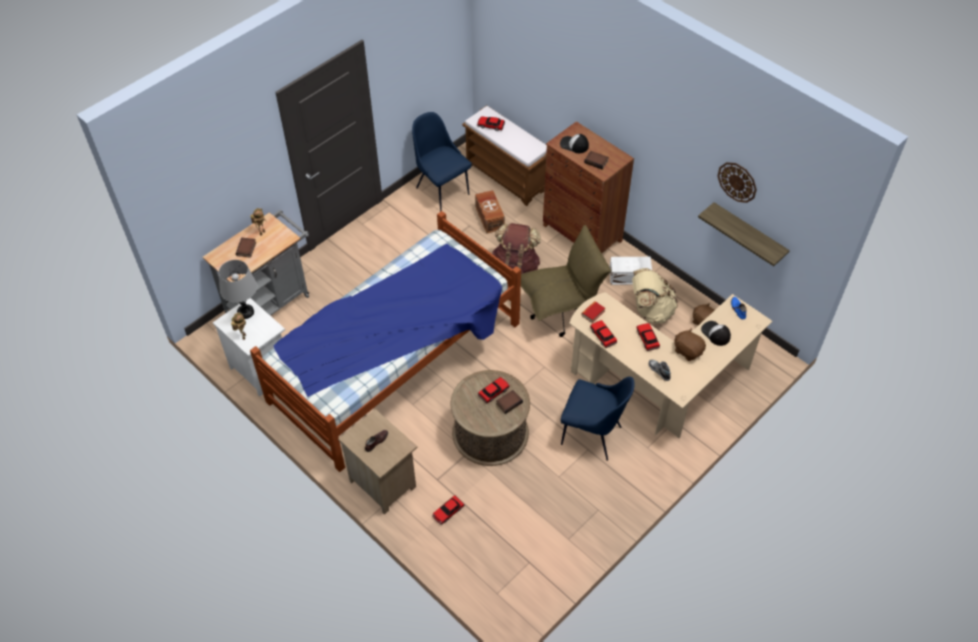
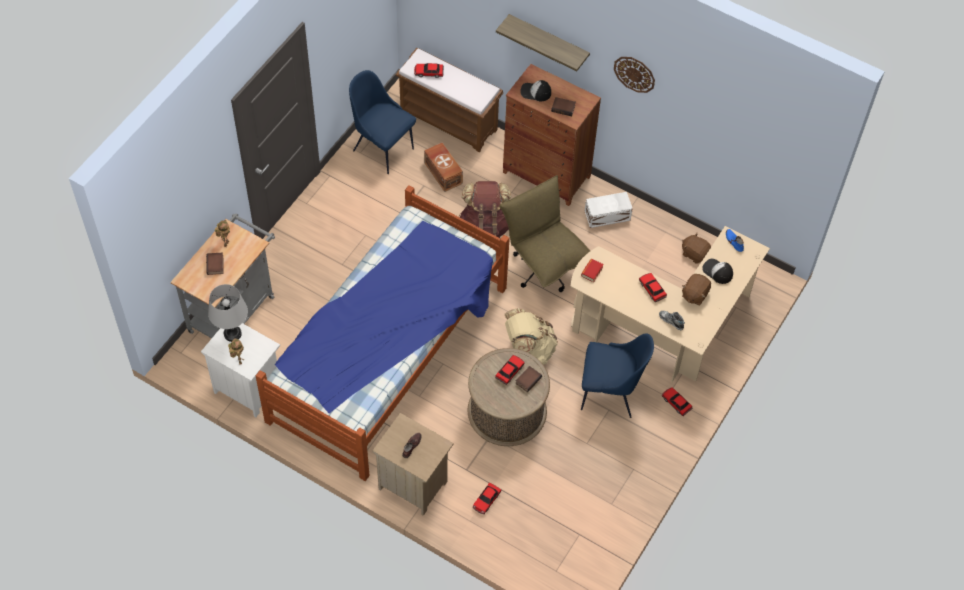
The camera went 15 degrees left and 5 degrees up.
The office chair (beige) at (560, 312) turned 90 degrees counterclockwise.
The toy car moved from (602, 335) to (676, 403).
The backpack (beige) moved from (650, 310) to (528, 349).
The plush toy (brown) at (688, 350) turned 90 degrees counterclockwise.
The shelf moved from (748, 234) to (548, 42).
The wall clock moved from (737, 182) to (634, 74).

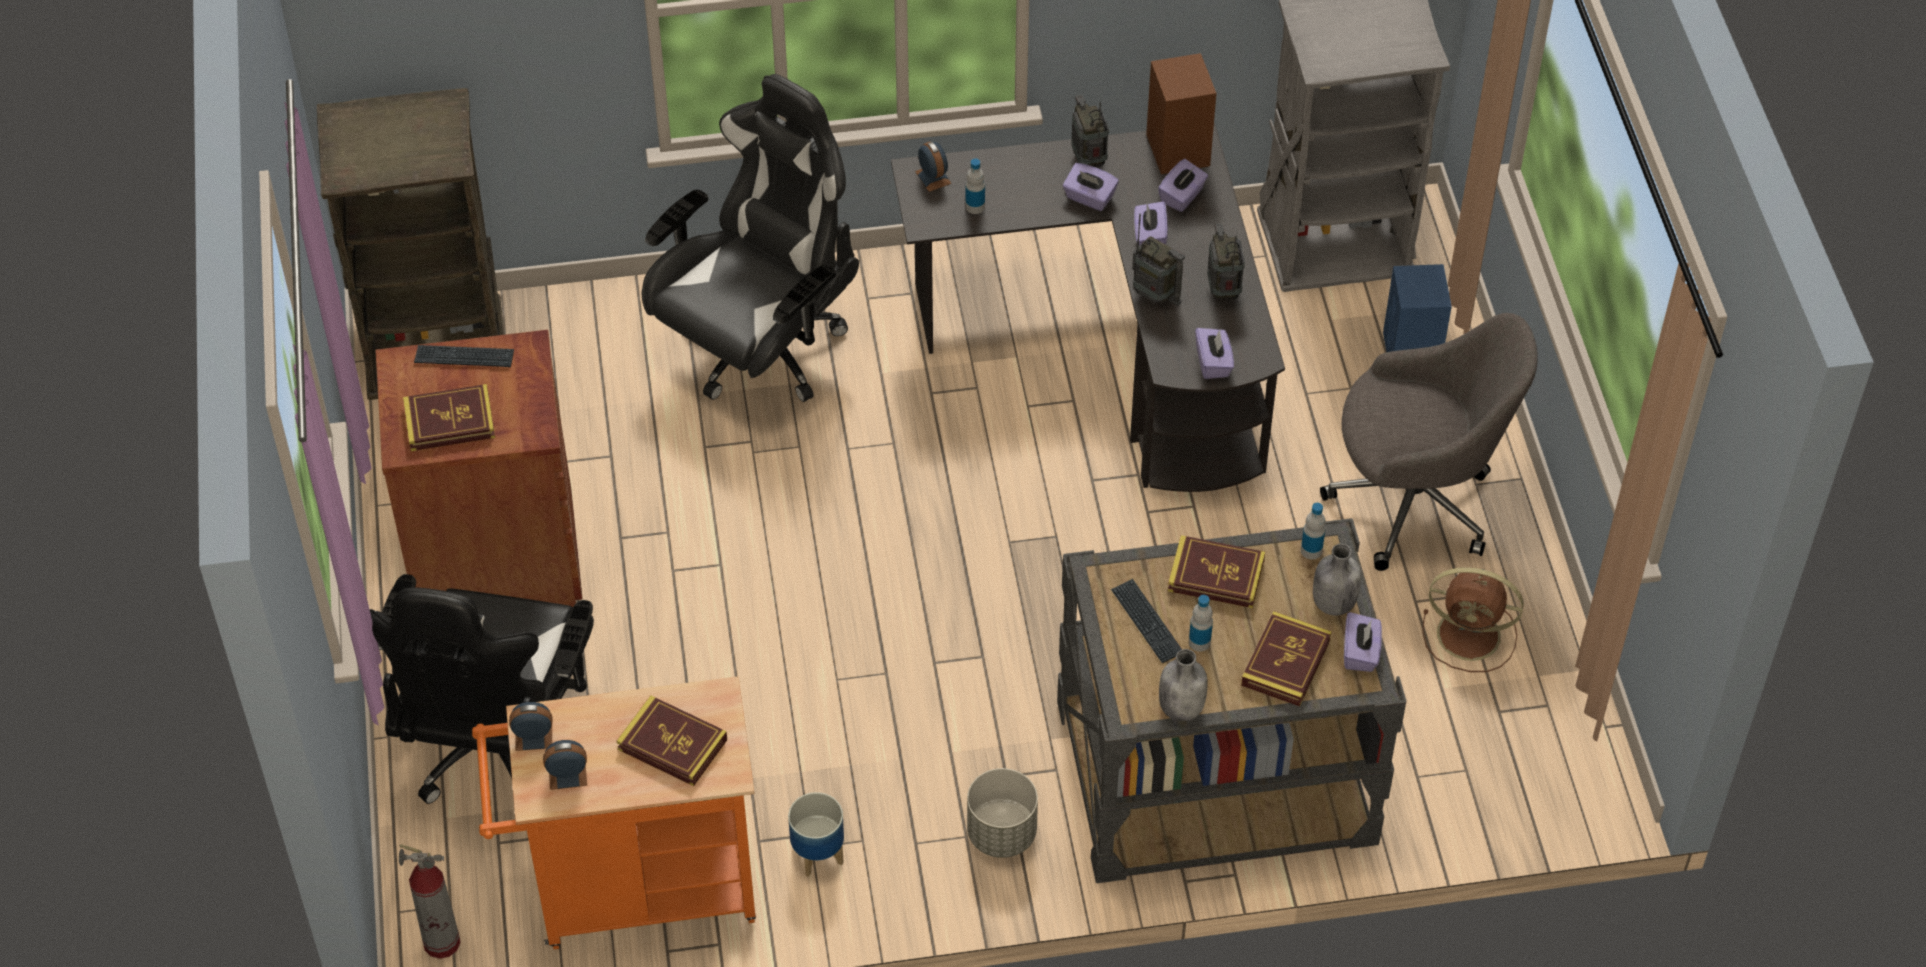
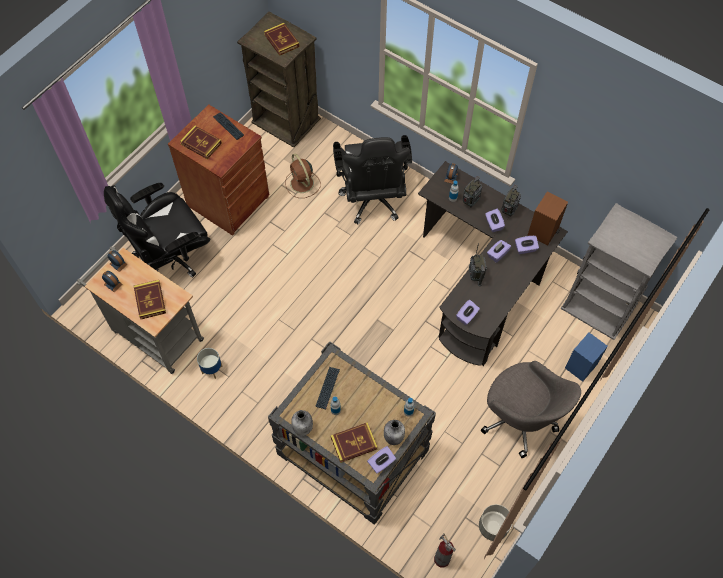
The camera went 45 degrees right and 10 degrees up.
The fire extinguisher moved from (442, 942) to (442, 559).
The cart (orange) at (632, 889) became the cart (grey) at (153, 333).
The office chair (black) at (757, 355) turned 90 degrees clockwise.
The planter (grey) moved from (1001, 833) to (493, 526).
The book moved from (1216, 575) to (281, 41).
The radio moved from (1223, 291) to (470, 202).
The fan (brown) moved from (1471, 636) to (302, 184).

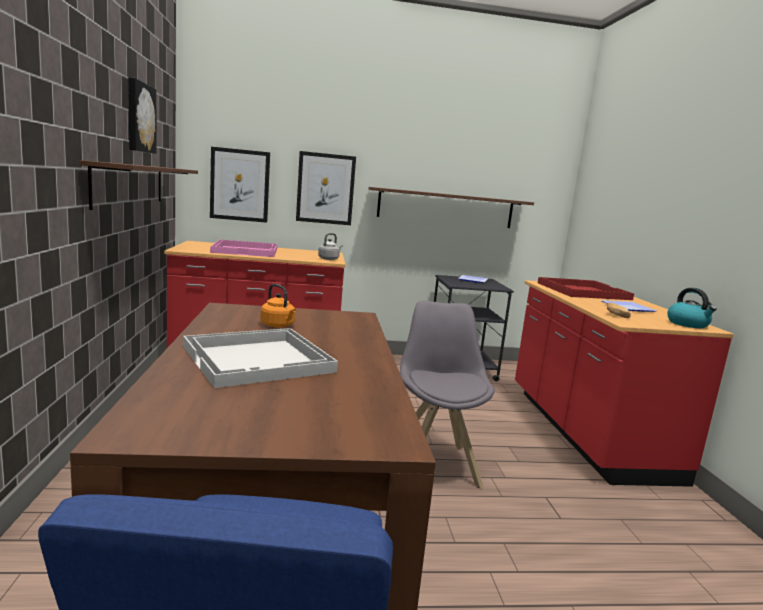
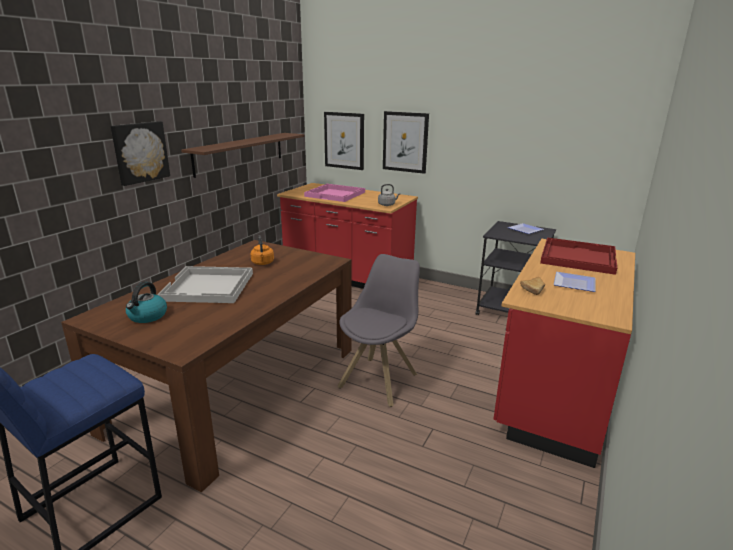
The camera went 35 degrees right and 10 degrees up.
The picture moved from (139, 117) to (140, 152).
The shelf (brown) at (445, 208) disappeared.
The kettle moved from (688, 324) to (147, 316).

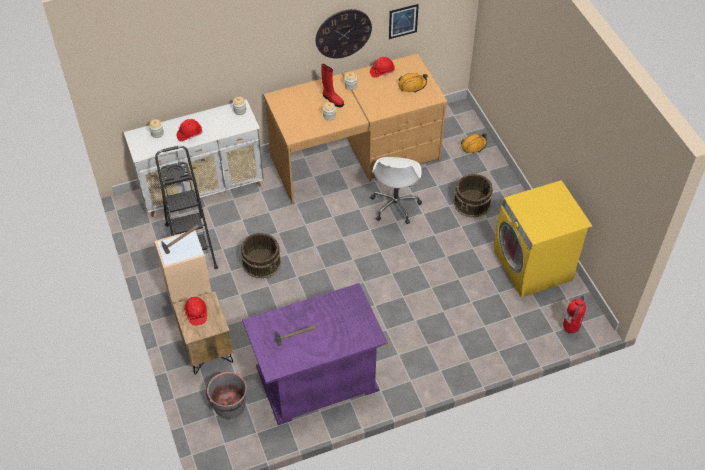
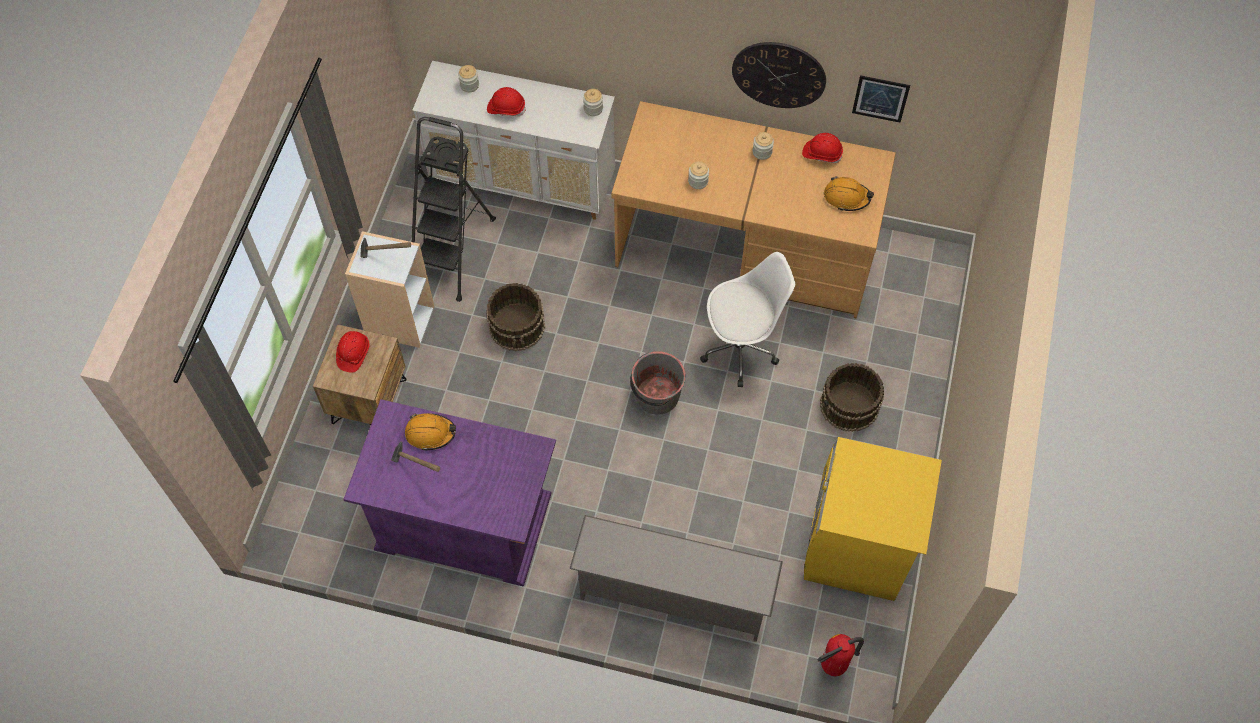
The camera went 35 degrees right and 10 degrees up.
The bucket (grey) moved from (229, 406) to (656, 396).
The boot (red) at (332, 99) disappeared.
The office chair (white) at (395, 207) turned 150 degrees counterclockwise.
The hard hat (orange) moved from (473, 145) to (430, 433).
The shoe rack (grey) at (672, 596) appeared.

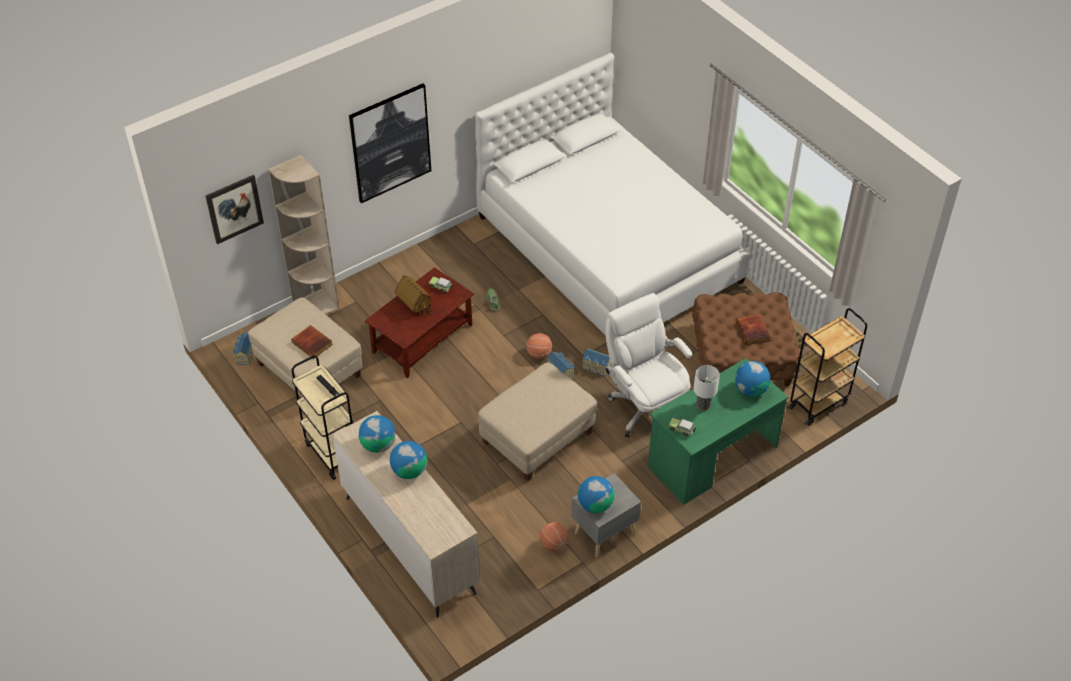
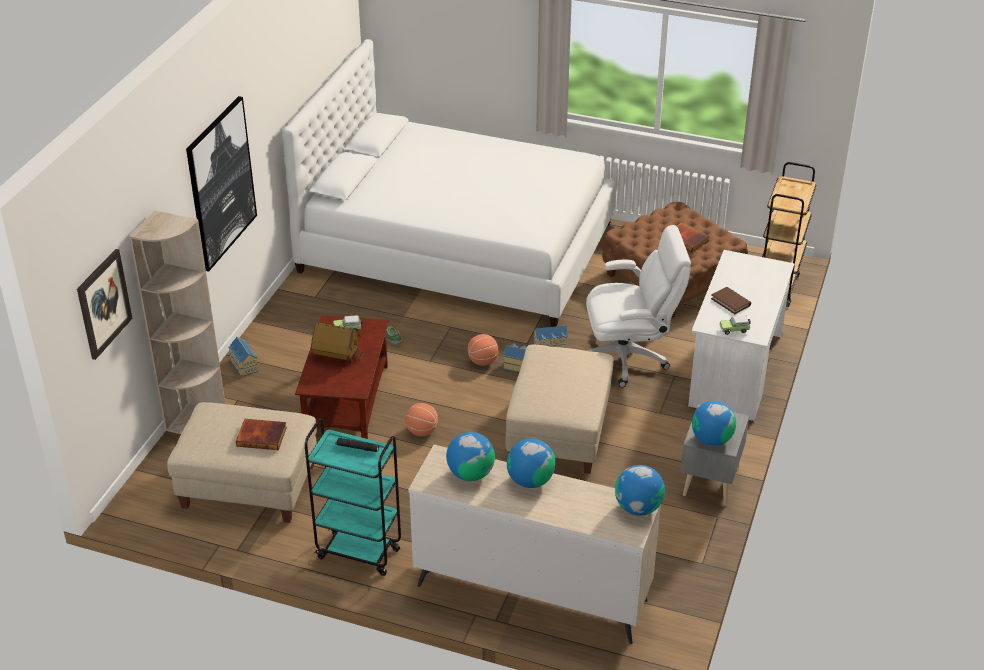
The camera went 35 degrees left and 10 degrees down.
The toy house moved from (244, 354) to (243, 365).
The cart (beige) at (331, 455) became the cart (turquoise) at (357, 554).
The basketball moved from (554, 544) to (422, 431).
The office chair (white) at (644, 405) turned 150 degrees clockwise.
The desk (green) at (712, 457) became the desk (white) at (735, 370).
The table lamp at (703, 405) was replaced by the book (brown) at (730, 302).
The globe moved from (750, 389) to (638, 507).

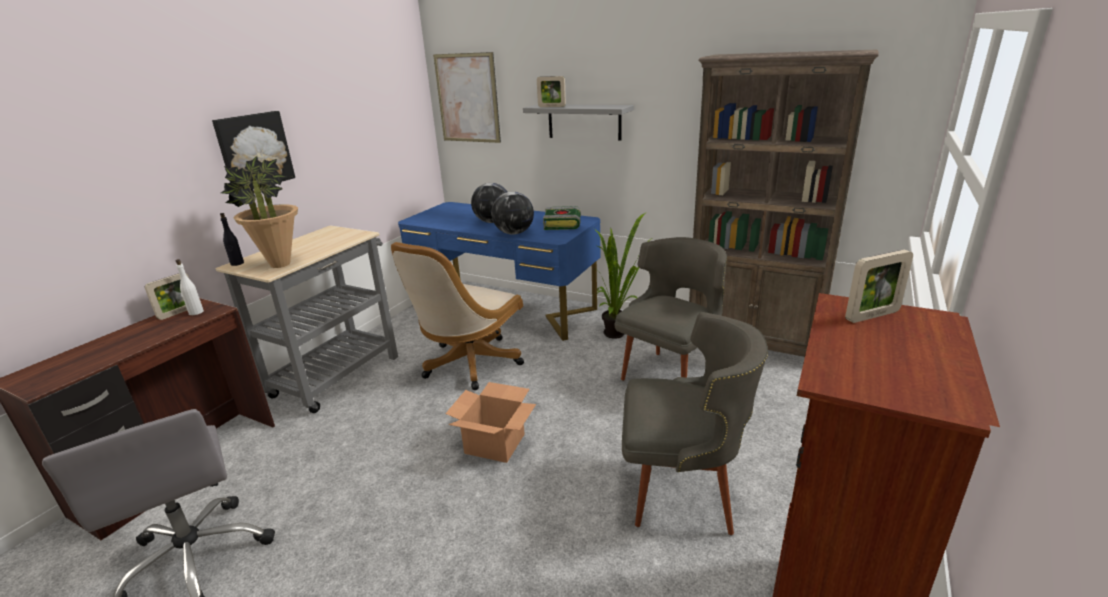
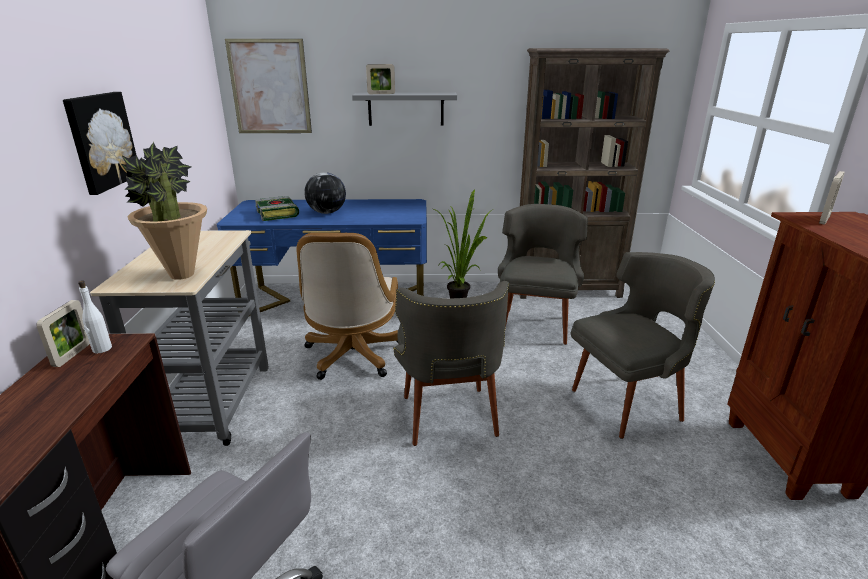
The camera went 30 degrees left and 0 degrees up.
The bottle (black) at (237, 263) disappeared.
The cardboard box at (494, 444) was replaced by the chair (grey) at (449, 415).
The globe at (514, 233) disappeared.
The book moved from (563, 224) to (278, 214).

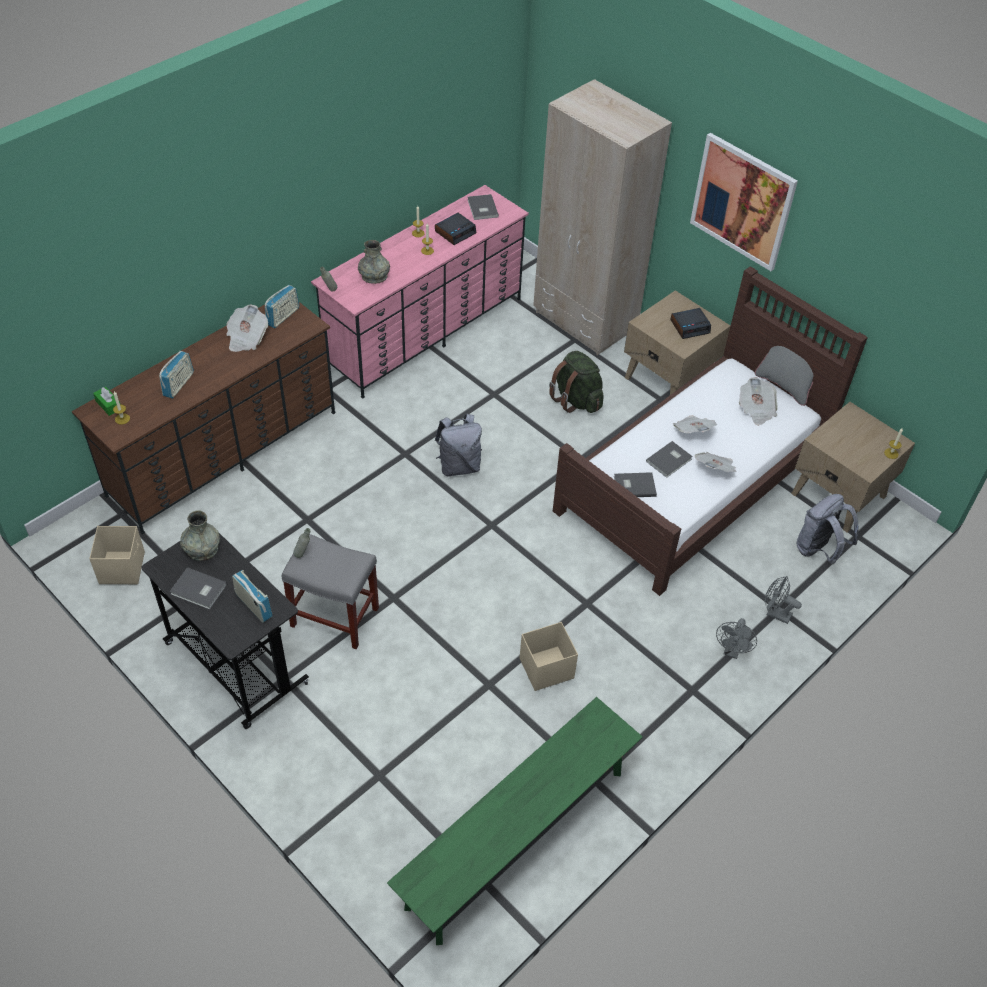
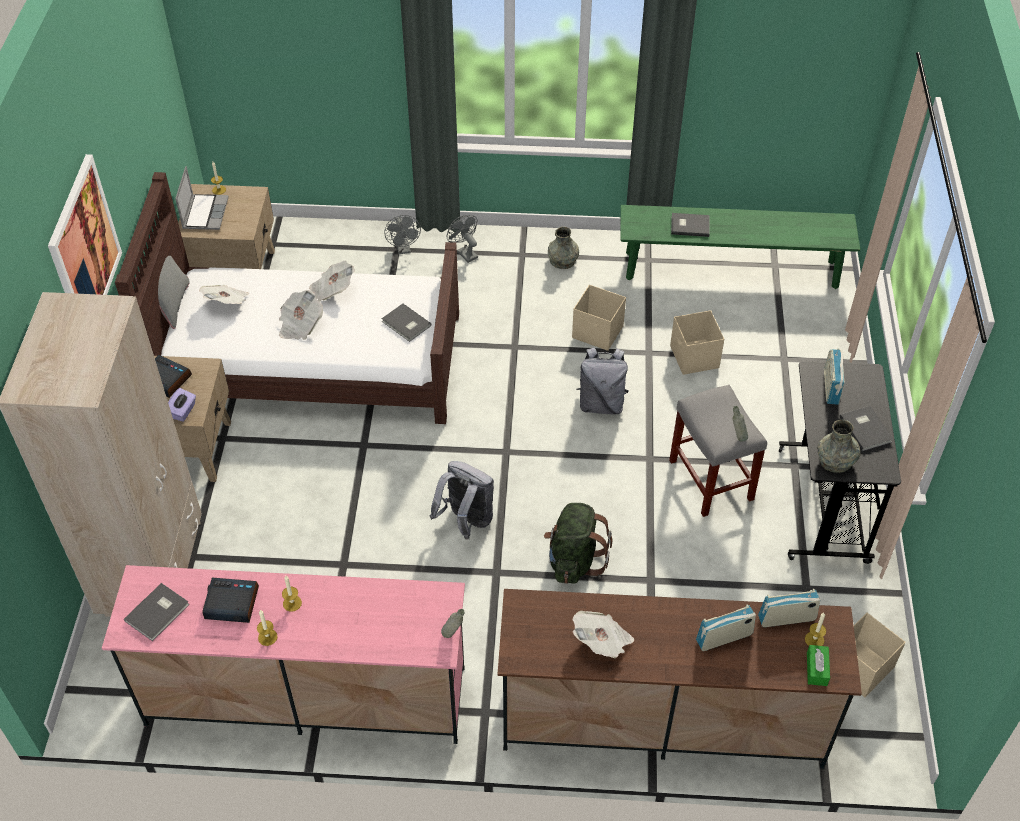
The camera went 130 degrees left and 0 degrees up.
The radio moved from (283, 316) to (786, 618).
The vase (grey) moved from (374, 276) to (562, 260).
The backpack (green) moved from (576, 400) to (574, 560).
The book (grey) moved from (670, 460) to (689, 225).
The fan (grey) at (732, 651) turned 105 degrees counterclockwise.
The backpack (grey) moved from (818, 550) to (601, 403).
The tissue box (purple) at (183, 411) appeared.
The laptop at (205, 213) appeared.
The storage box (beige) at (694, 358) appeared.

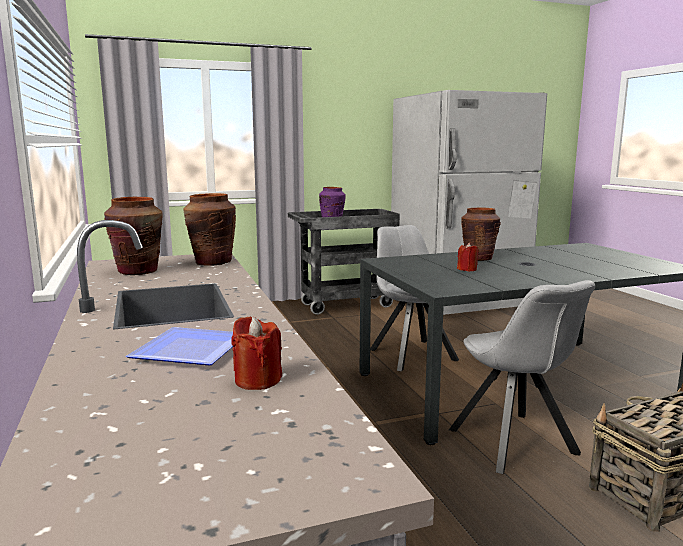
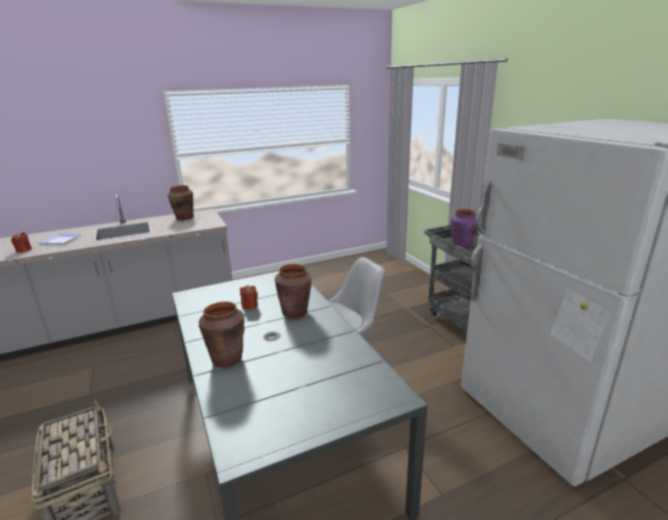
The camera went 85 degrees right and 10 degrees up.
The vase (brown) moved from (212, 262) to (227, 358).
The chair (grey) at (514, 443) disappeared.

